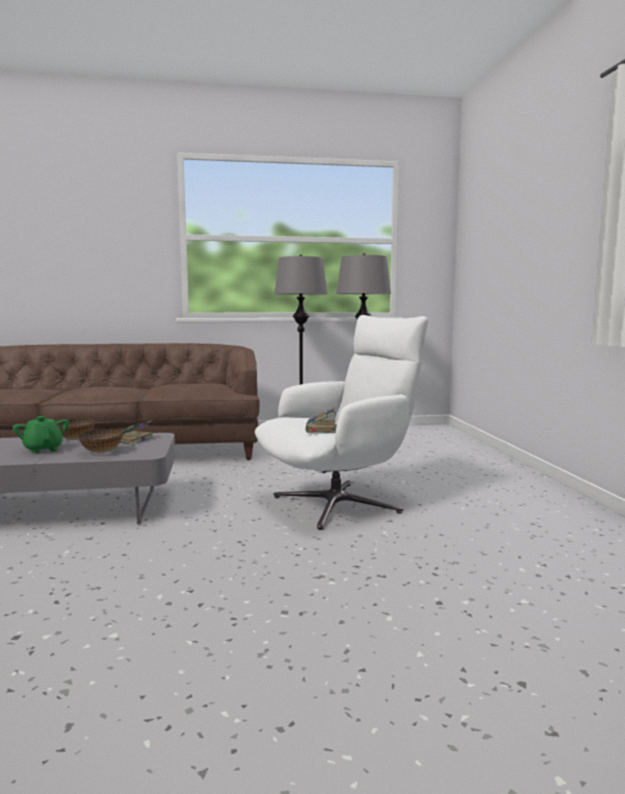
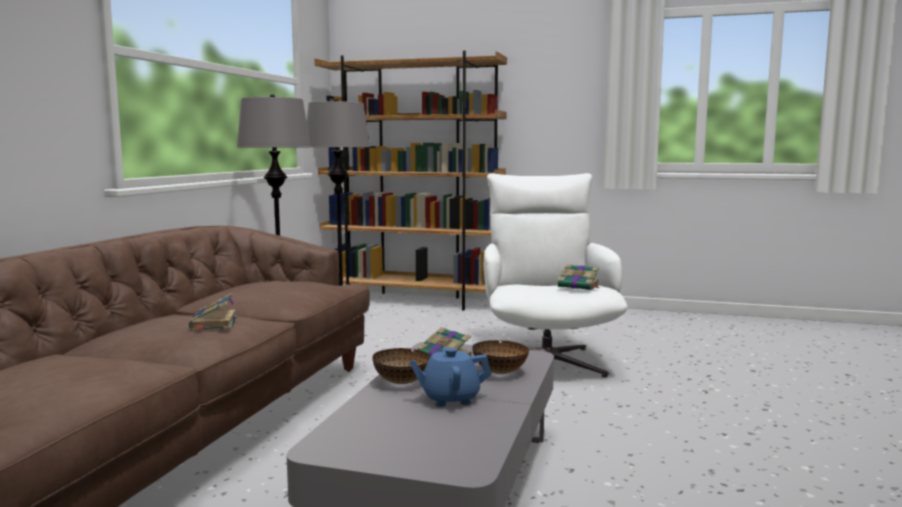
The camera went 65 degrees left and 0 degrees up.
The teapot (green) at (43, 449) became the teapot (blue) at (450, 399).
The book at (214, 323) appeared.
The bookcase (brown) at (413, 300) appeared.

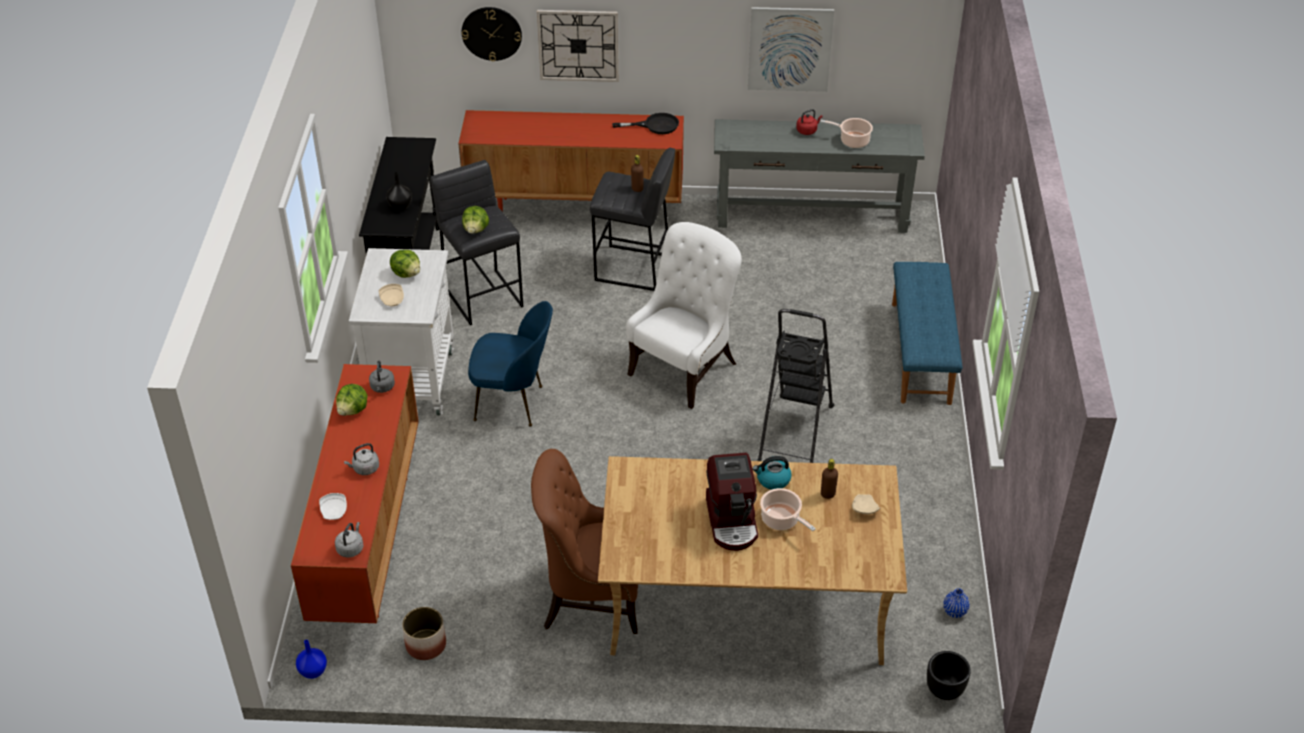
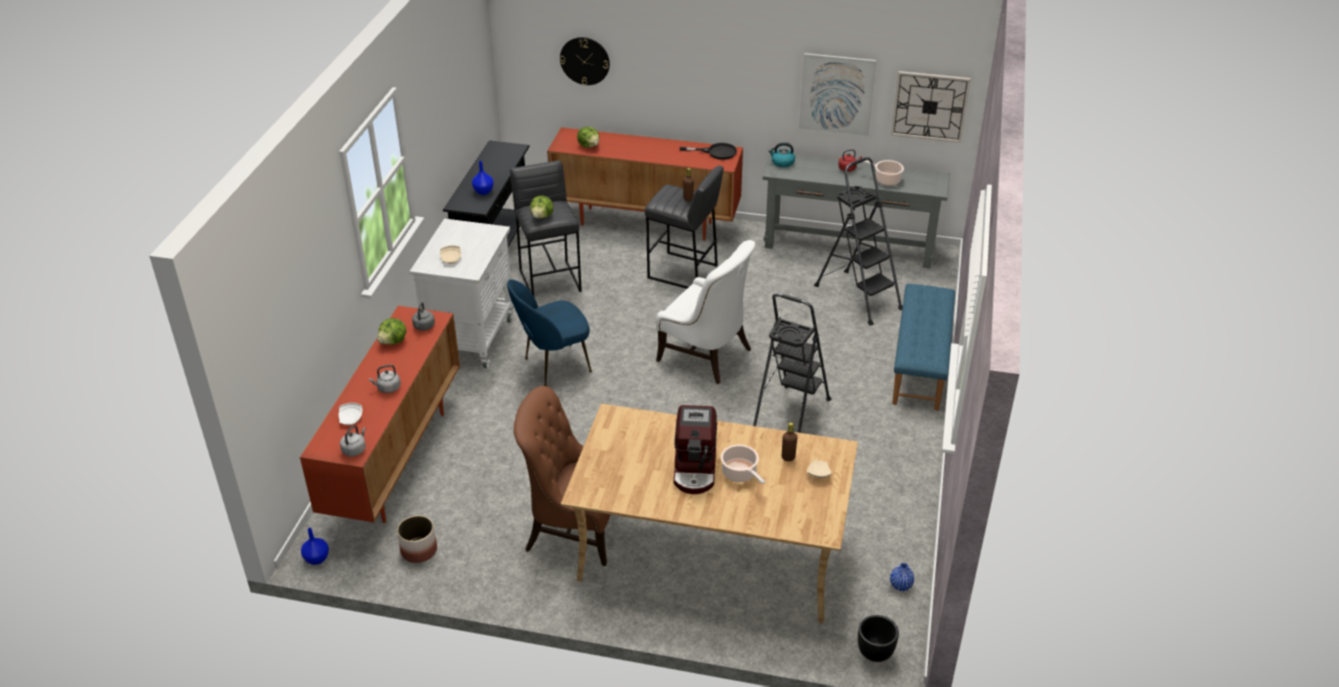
The camera went 10 degrees right and 5 degrees down.
The vase (black) at (400, 206) became the vase (blue) at (483, 191).
The lettuce moved from (407, 273) to (589, 146).
The chair (blue) at (515, 404) turned 135 degrees clockwise.
The wall clock moved from (578, 45) to (930, 106).
The chair (white) at (684, 368) turned 75 degrees clockwise.
The kettle moved from (773, 480) to (782, 162).
The step ladder at (857, 296) appeared.

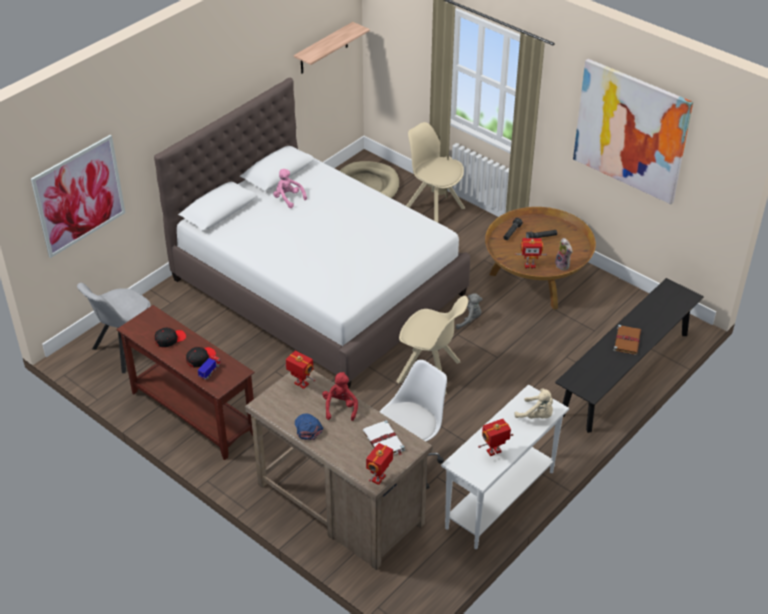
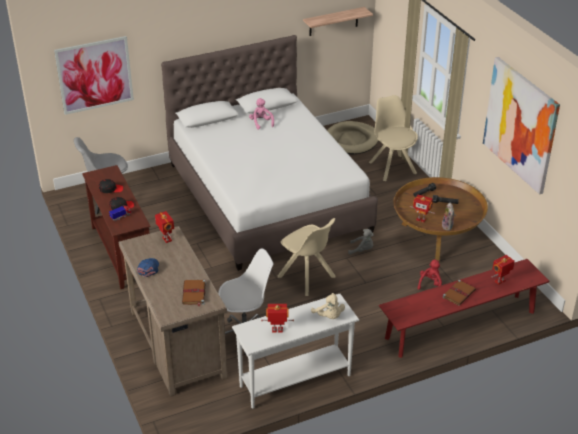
The camera went 25 degrees right and 5 degrees down.
The plush toy (red) moved from (340, 407) to (430, 285).
The book (white) at (384, 441) became the book (brown) at (194, 294).
The toy robot moved from (379, 479) to (500, 281).
The bench (black) at (625, 373) became the bench (red) at (460, 325).

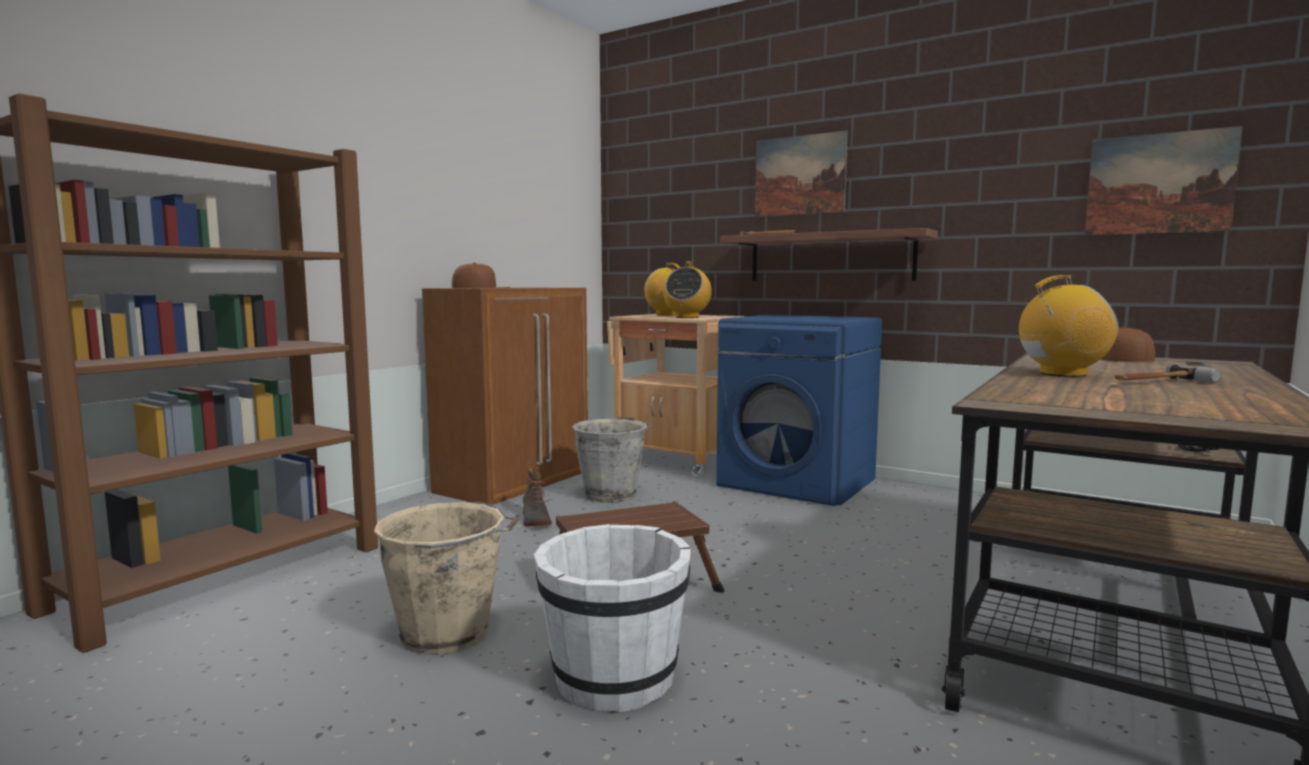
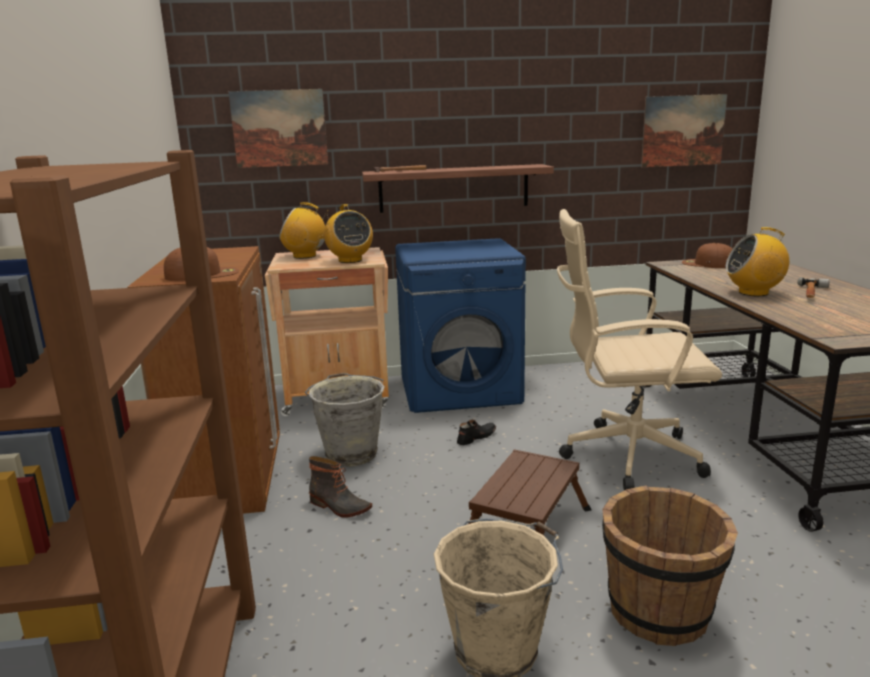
The camera went 40 degrees left and 10 degrees up.
The bucket (white) at (614, 679) became the bucket (brown) at (660, 613).
The picture moved from (799, 175) to (279, 128).
The radio at (1062, 374) turned 135 degrees counterclockwise.
The shoe (black) at (476, 437) appeared.
The office chair (beige) at (625, 456) appeared.

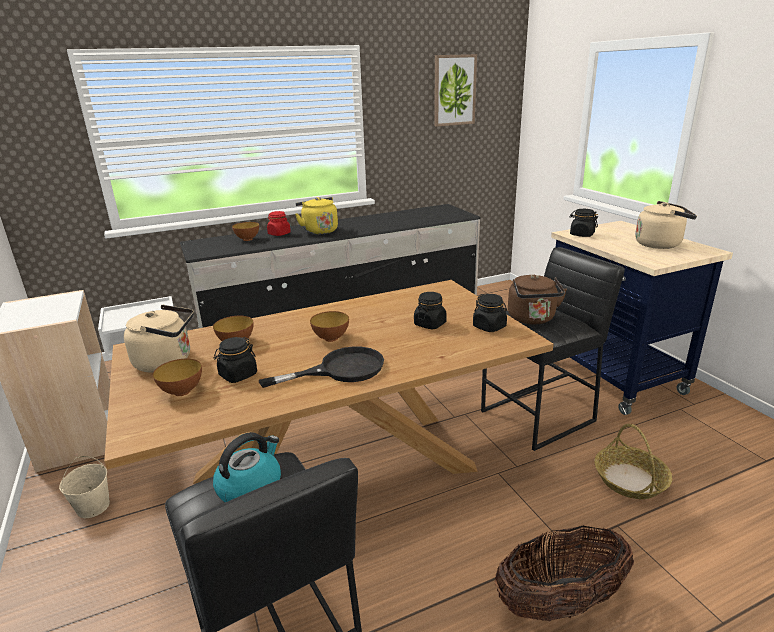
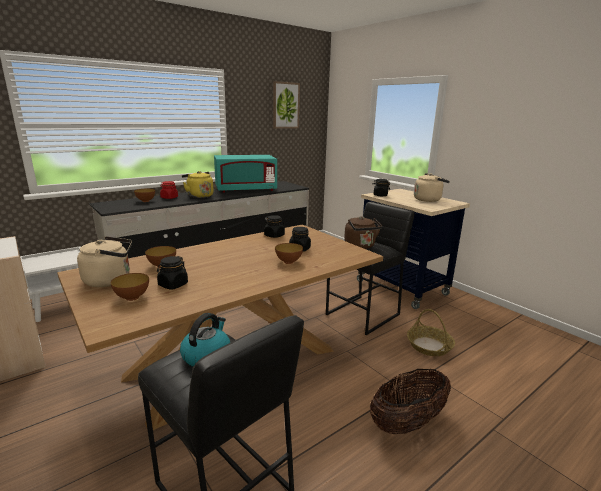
The camera went 15 degrees left and 5 degrees down.
The bucket (beige) at (93, 507) disappeared.
The frying pan (black) at (340, 369) disappeared.
The bowl moved from (331, 338) to (288, 262).
The jar (black) moved from (489, 327) to (274, 235).
The microwave (turquoise) at (246, 190) appeared.

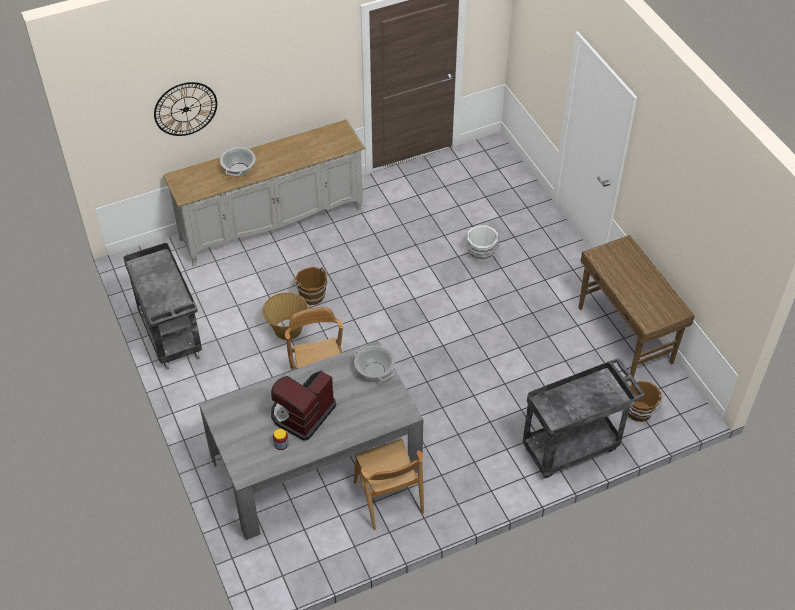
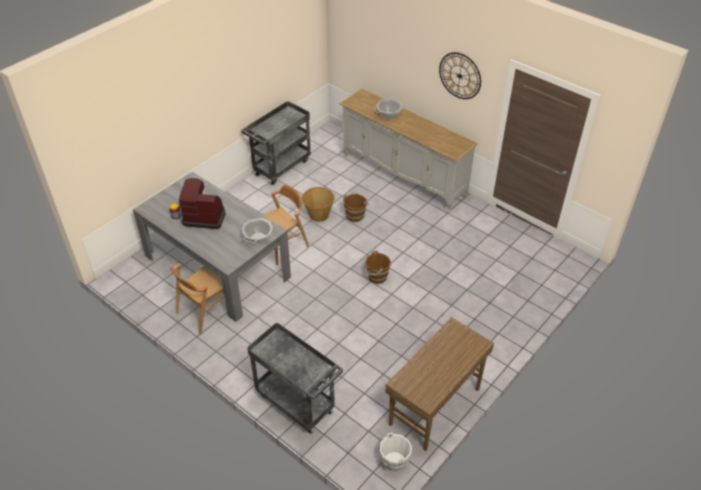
The camera went 65 degrees right and 5 degrees down.
The wall clock moved from (185, 109) to (460, 76).
The bucket (white) moved from (481, 254) to (393, 462).
The bucket (brown) moved from (639, 412) to (376, 277).

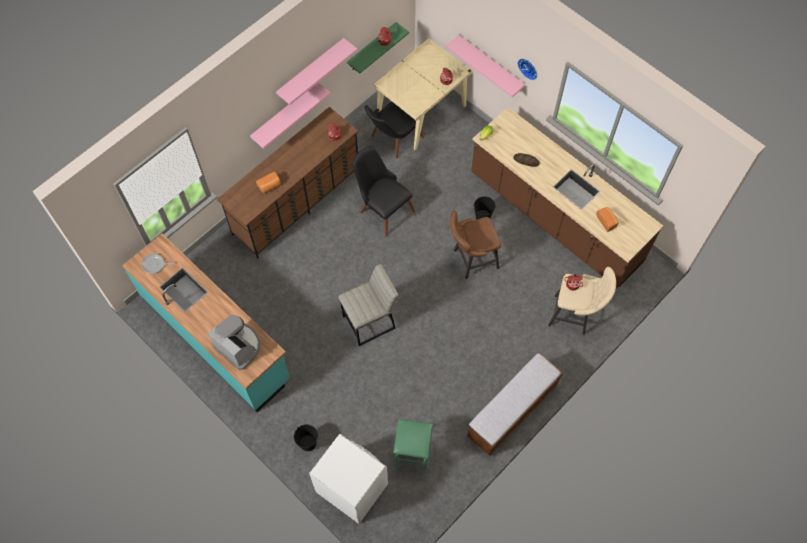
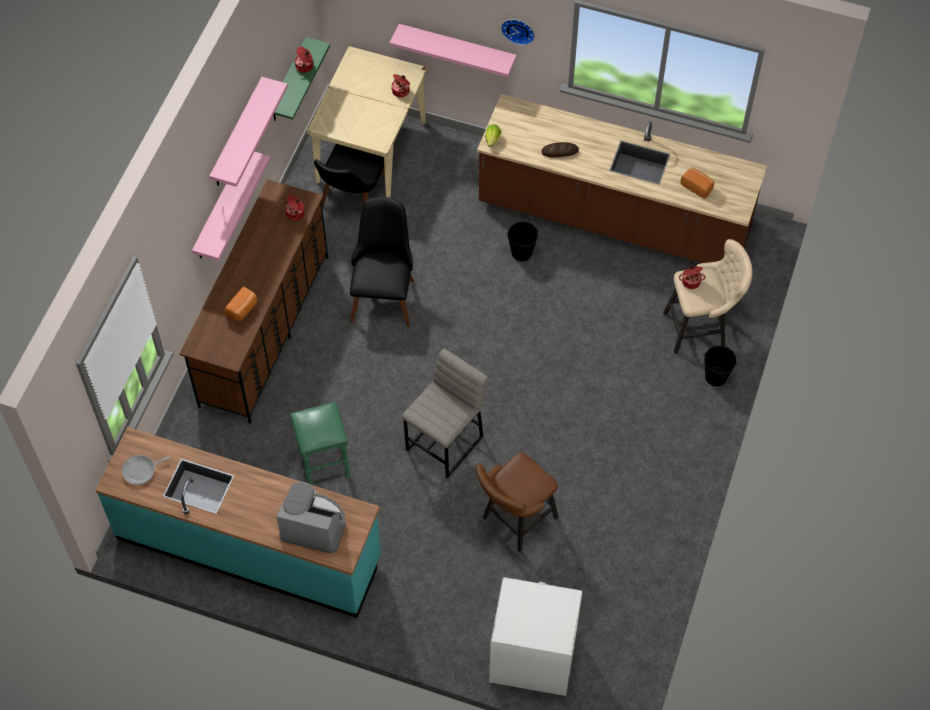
The camera went 25 degrees left and 5 degrees down.
The bucket (black) moved from (308, 443) to (716, 377).
The chair (black) at (382, 207) turned 75 degrees clockwise.
The stool (green) moved from (412, 453) to (323, 464).
The stool (brown) moved from (470, 260) to (514, 523).
The bench at (512, 410) disappeared.

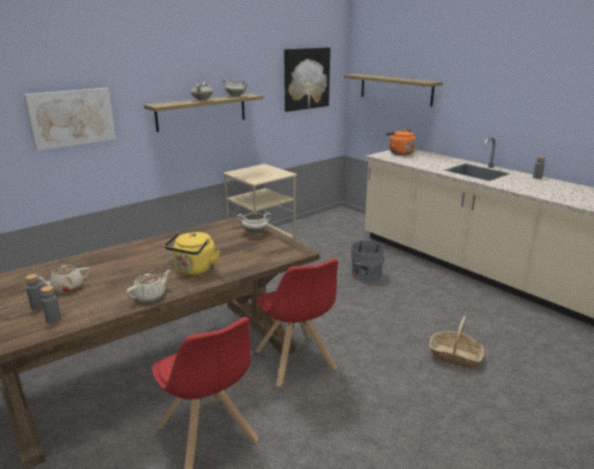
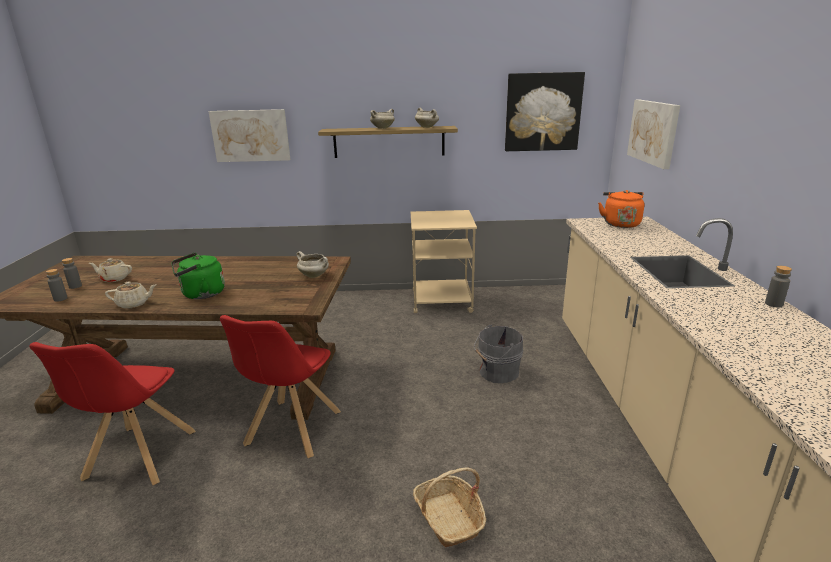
The camera went 40 degrees right and 0 degrees up.
The kettle (yellow) at (194, 270) became the kettle (green) at (201, 294).
The shelf at (395, 89) was replaced by the picture at (653, 132).

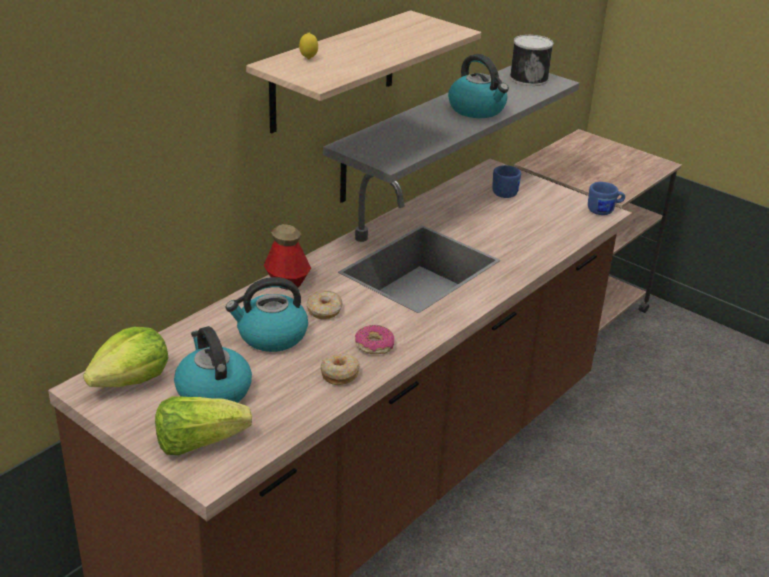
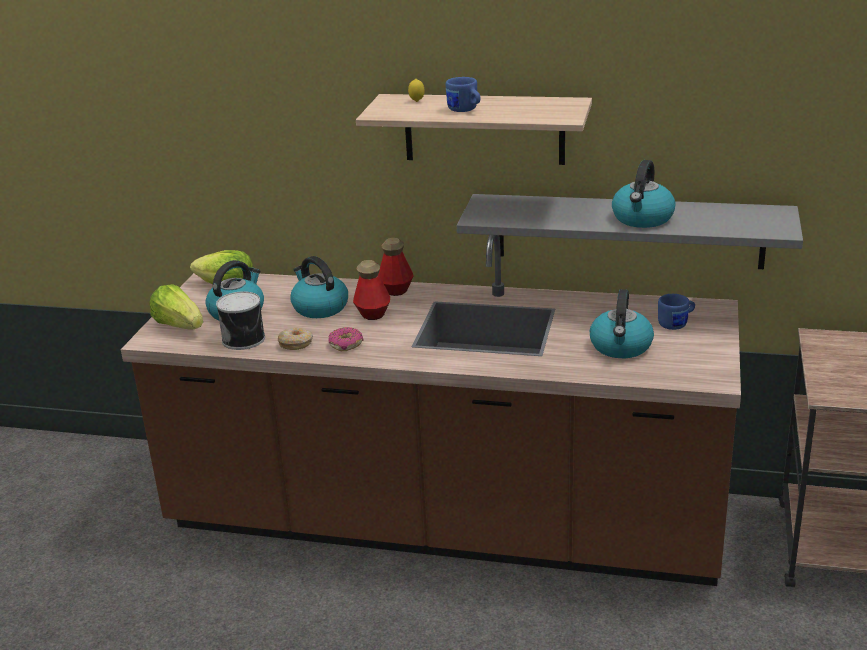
The camera went 65 degrees right and 5 degrees down.
The donut at (324, 311) was replaced by the bottle at (372, 314).
The can moved from (529, 78) to (245, 339).
The mug (blue) moved from (604, 211) to (465, 110).
The kettle at (621, 347) appeared.

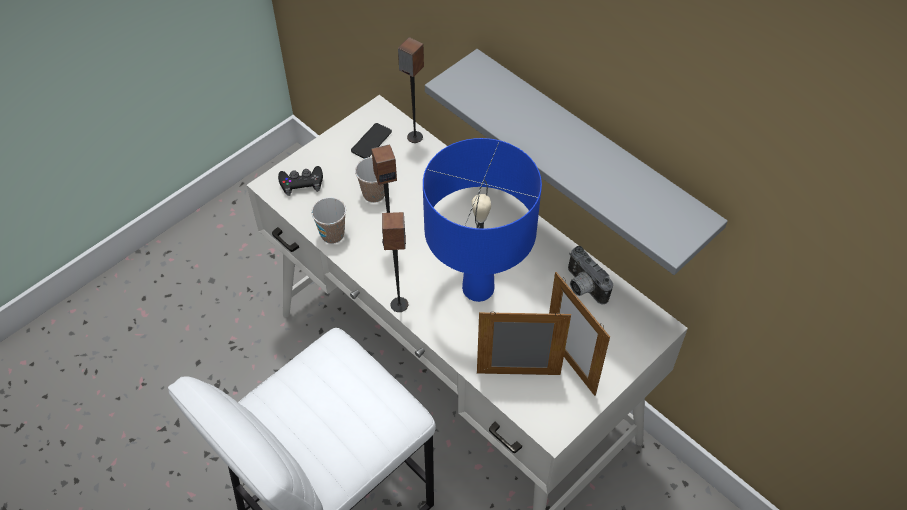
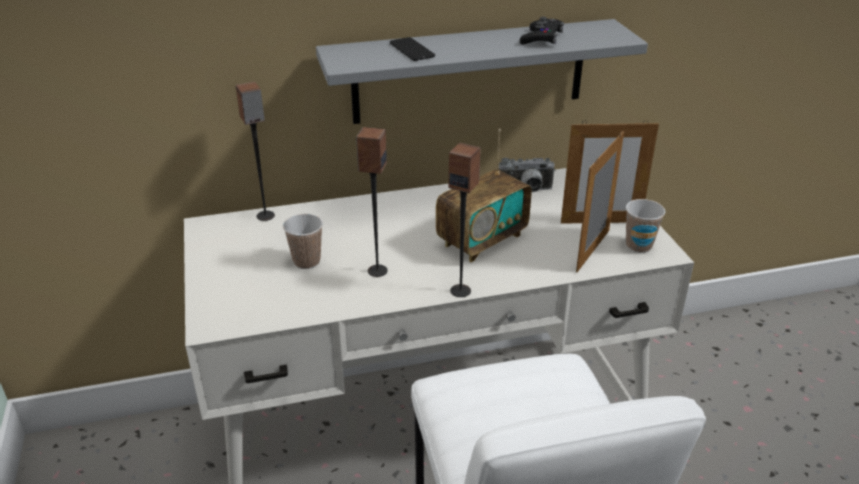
The camera went 60 degrees left and 20 degrees down.
The game controller (black) moved from (301, 183) to (541, 38).
The cup moved from (332, 234) to (638, 246).
The phone moved from (371, 141) to (411, 50).
The table lamp (blue) at (478, 288) was replaced by the radio at (482, 240).

